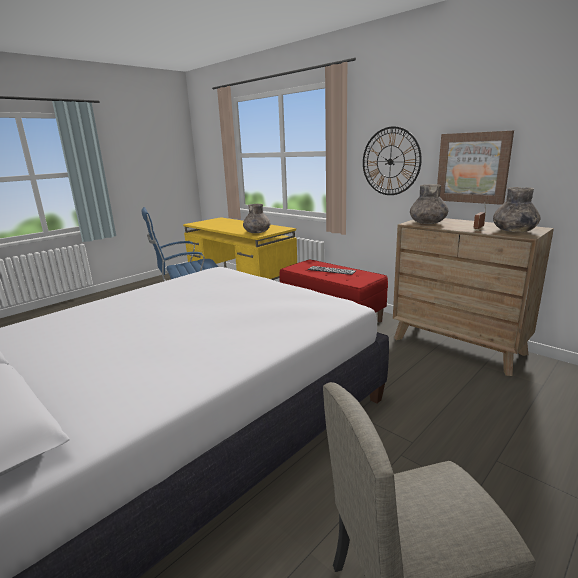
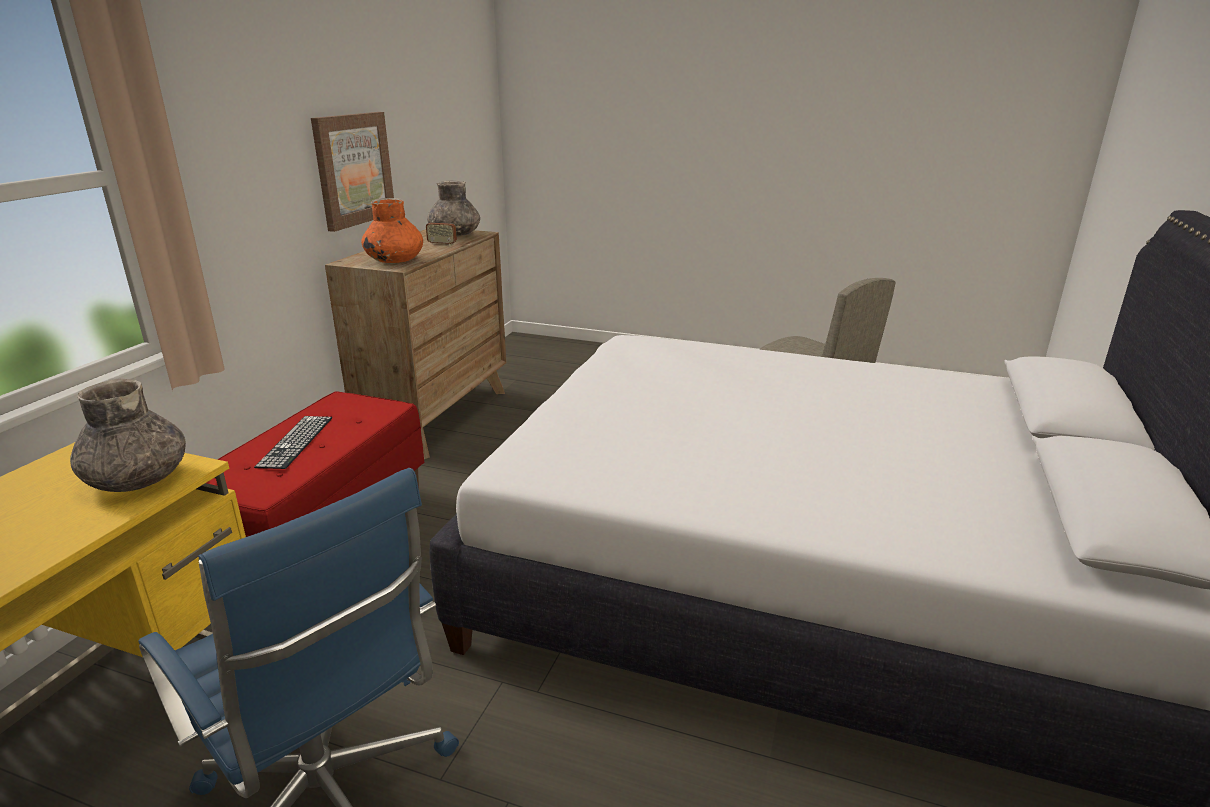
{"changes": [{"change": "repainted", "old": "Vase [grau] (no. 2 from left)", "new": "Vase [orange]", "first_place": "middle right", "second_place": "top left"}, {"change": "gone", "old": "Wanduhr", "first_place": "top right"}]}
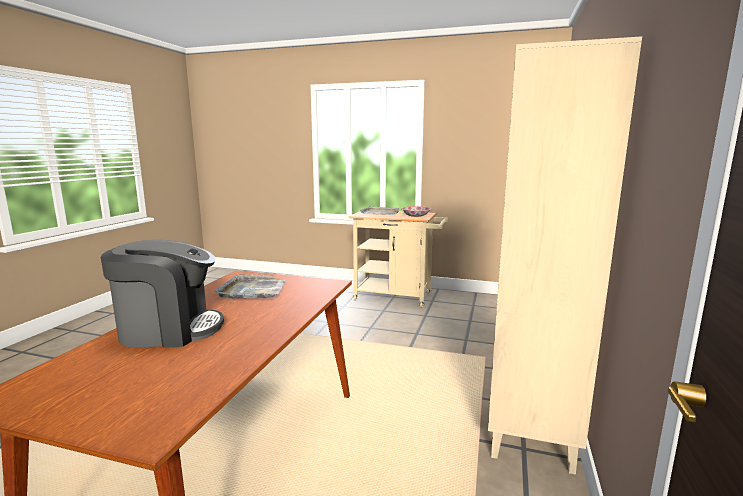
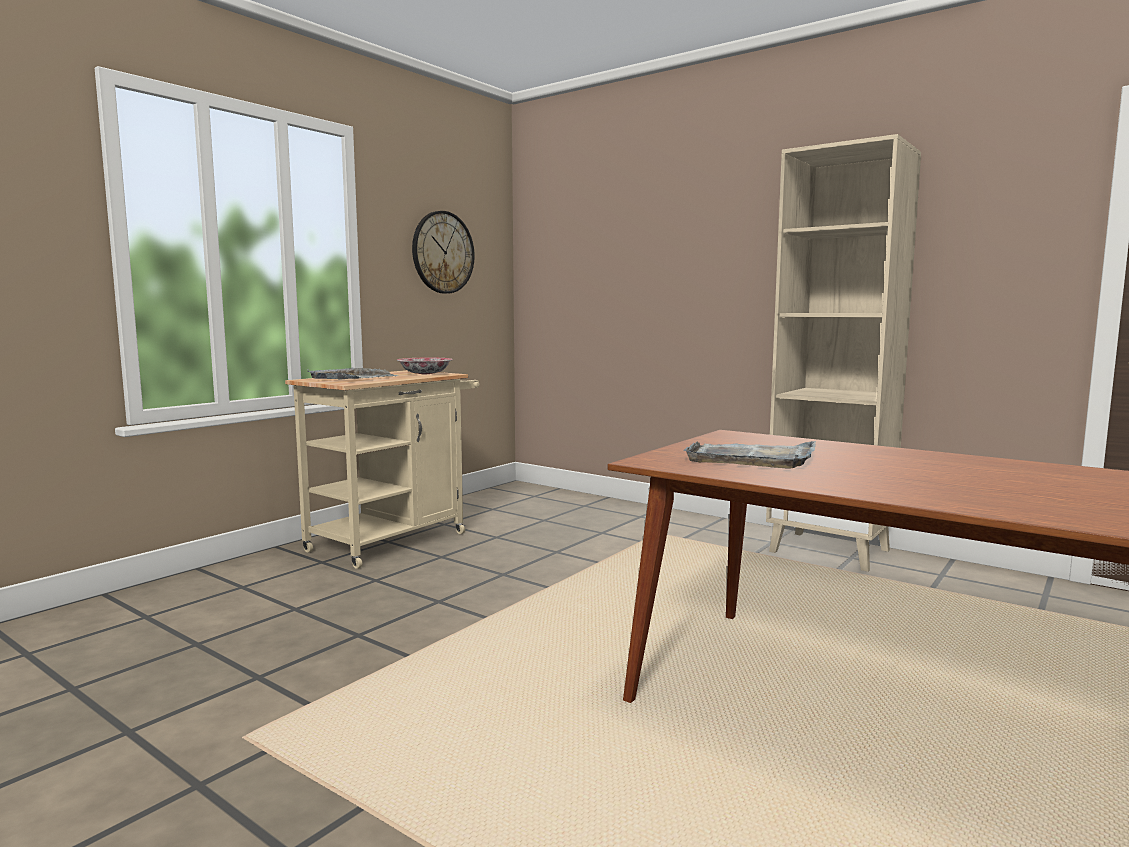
{"changes": [{"change": "new", "new": "Wanduhr", "second_place": "top centre"}, {"change": "gone", "old": "Kaffeemaschine", "first_place": "middle left"}]}
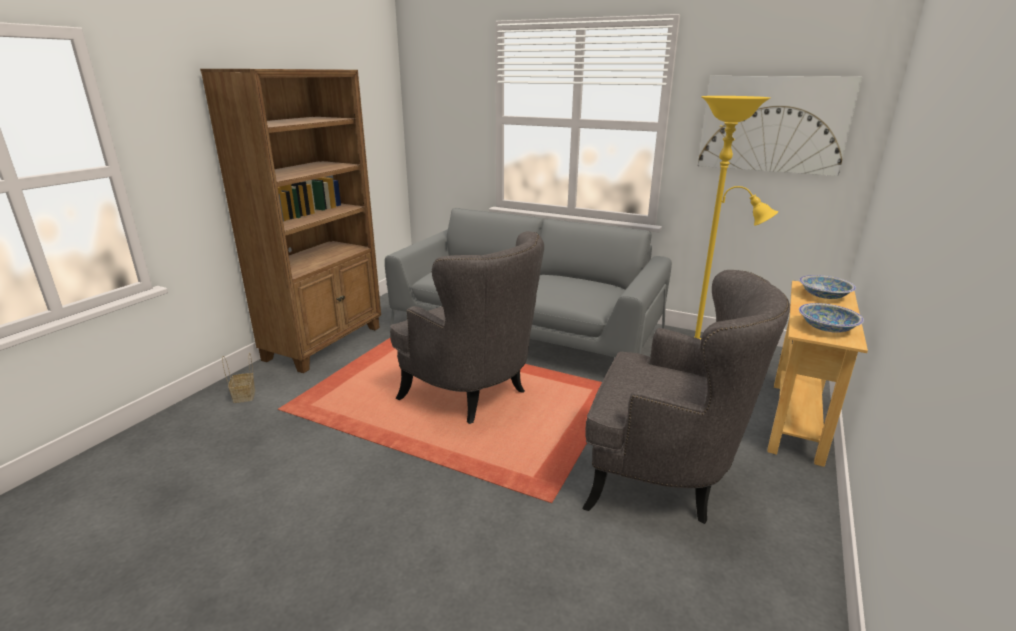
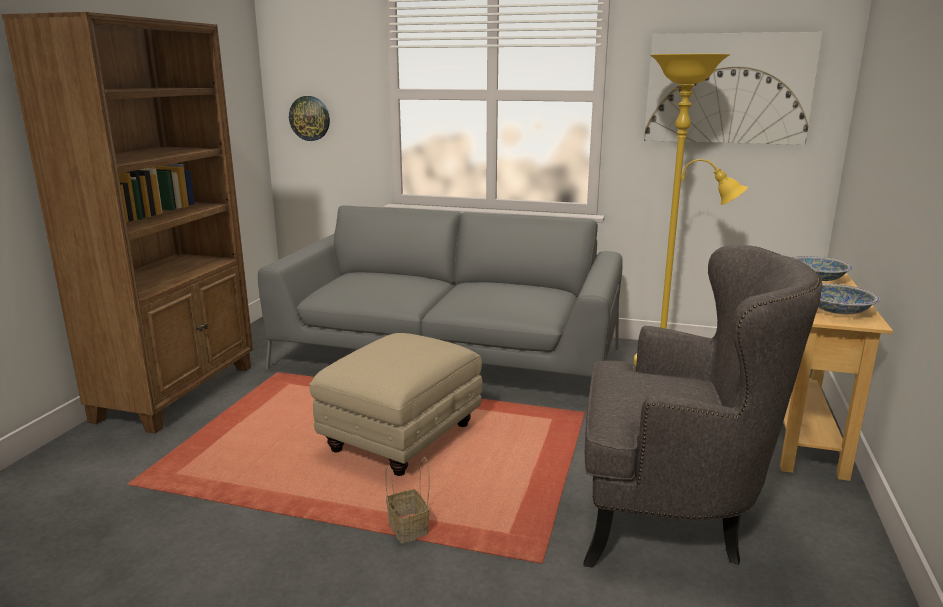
{"changes": [{"change": "new", "new": "Wanduhr", "second_place": "top left"}, {"change": "swapped", "old": "Sessel [grau] (no. 1 from left)", "new": "Polsterhocker [beige]", "first_place": "centre", "second_place": "centre"}, {"change": "shifted", "old": "Korb", "first_place": "middle left", "second_place": "bottom centre"}]}
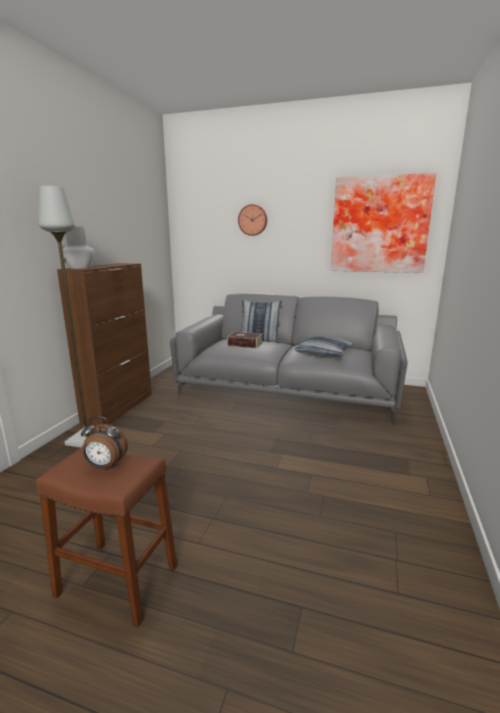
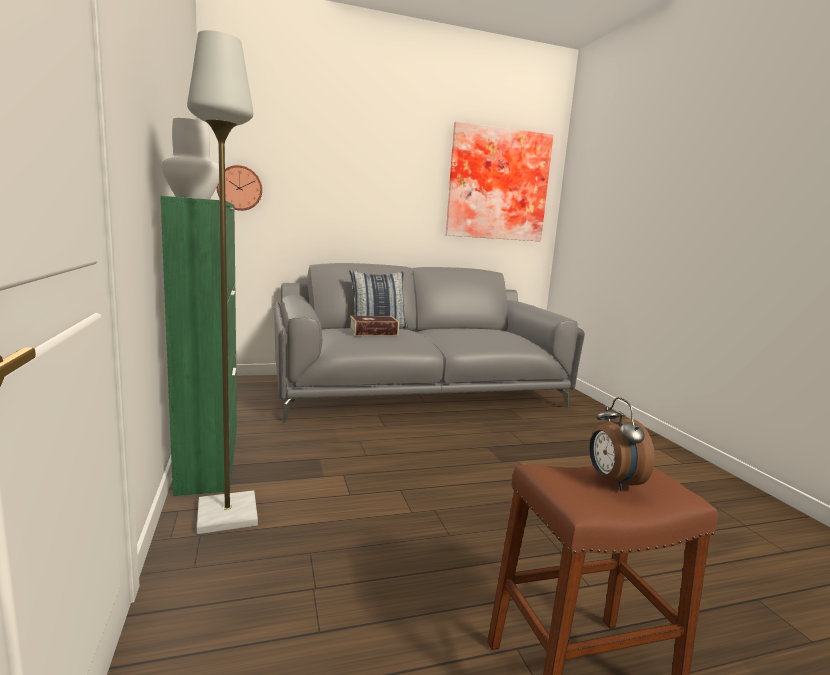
{"changes": [{"change": "repainted", "old": "Schrank [braun]", "new": "Schrank [grün]", "first_place": "middle left", "second_place": "middle left"}, {"change": "shifted", "old": "Wanduhr", "first_place": "top centre", "second_place": "top left"}, {"change": "rotated", "old": "Wecker", "first_place": "middle left", "second_place": "middle right", "degrees": 105}, {"change": "gone", "old": "Kissen (no. 2 from left)", "first_place": "centre"}]}
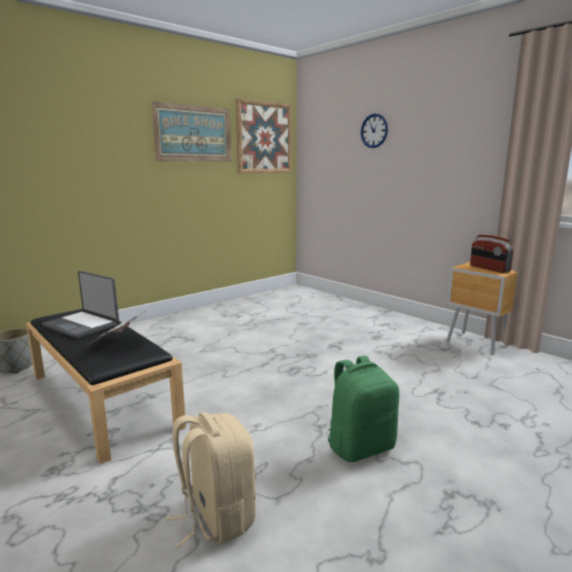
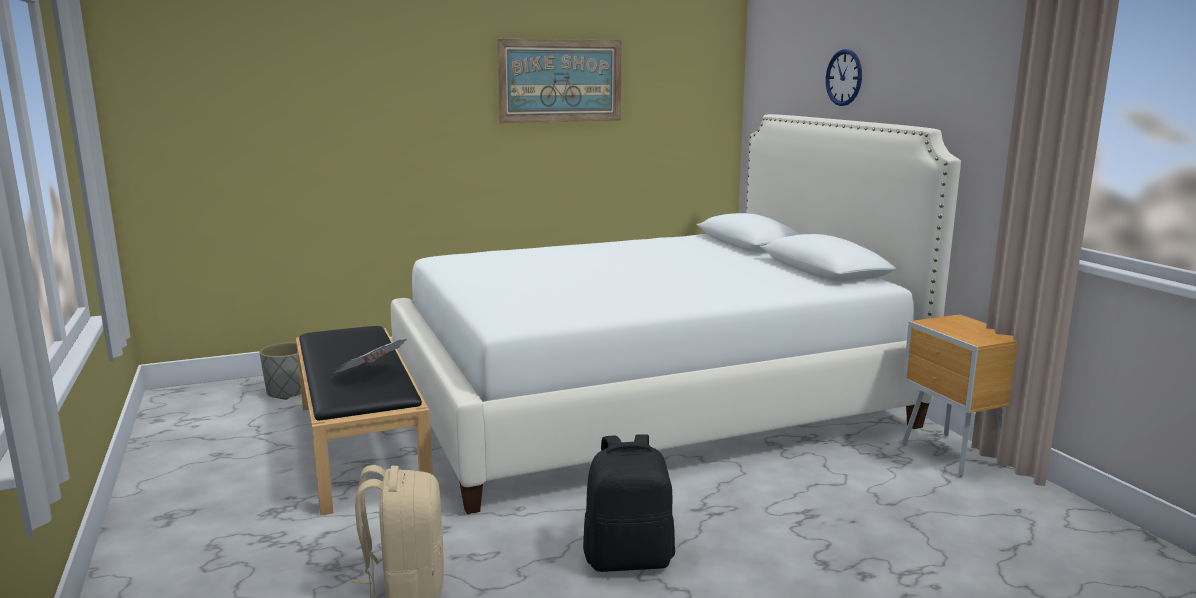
{"changes": [{"change": "new", "new": "Bett [weiß]", "second_place": "centre"}, {"change": "repainted", "old": "Rucksack [grün]", "new": "Rucksack [schwarz]", "first_place": "bottom centre", "second_place": "bottom centre"}, {"change": "gone", "old": "Laptop", "first_place": "middle left"}, {"change": "gone", "old": "Bild (no. 2 from left)", "first_place": "top centre"}, {"change": "gone", "old": "Radio", "first_place": "middle right"}]}
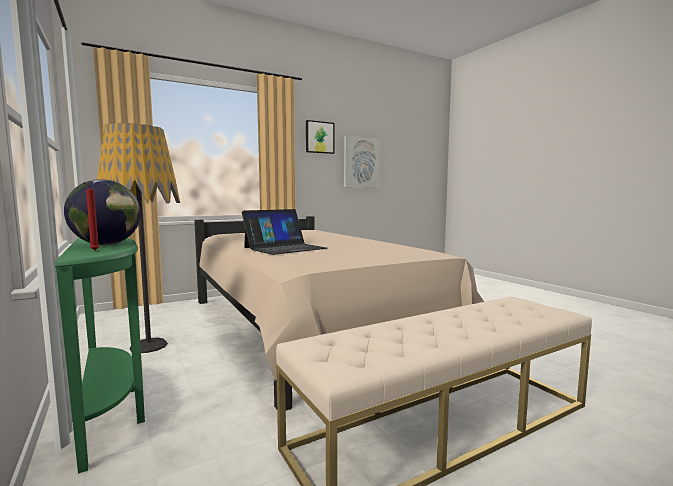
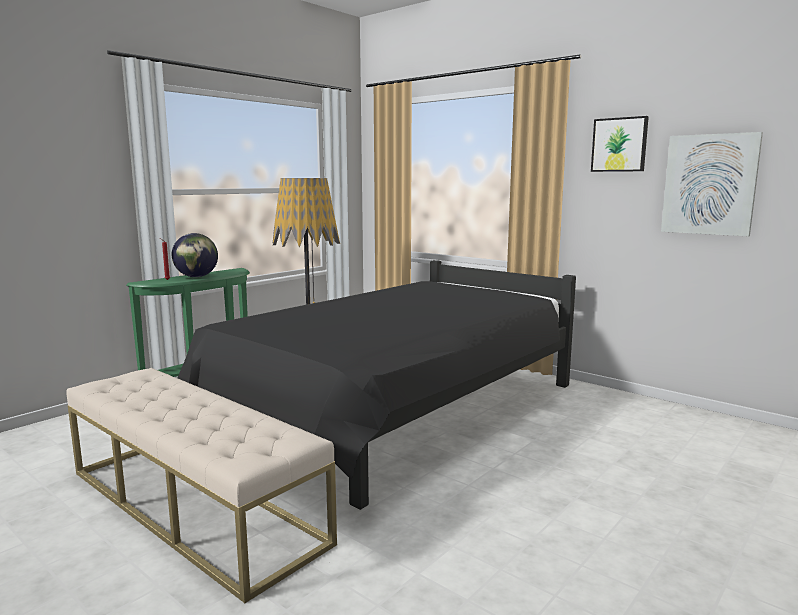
{"changes": [{"change": "repainted", "old": "Bett [beige]", "new": "Bett [schwarz]", "first_place": "centre", "second_place": "centre"}, {"change": "gone", "old": "Laptop", "first_place": "centre"}]}
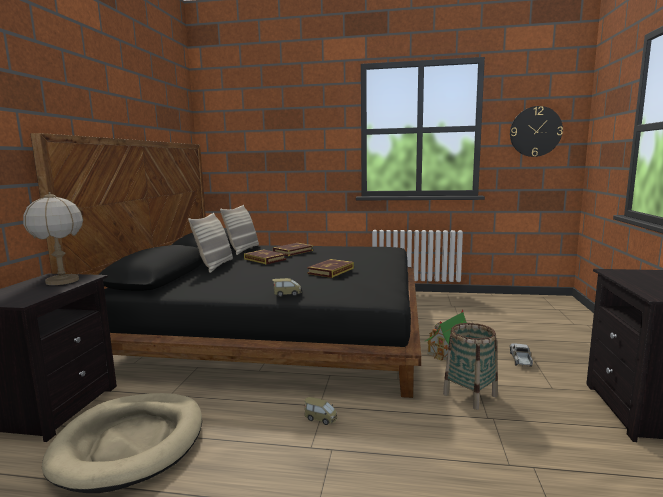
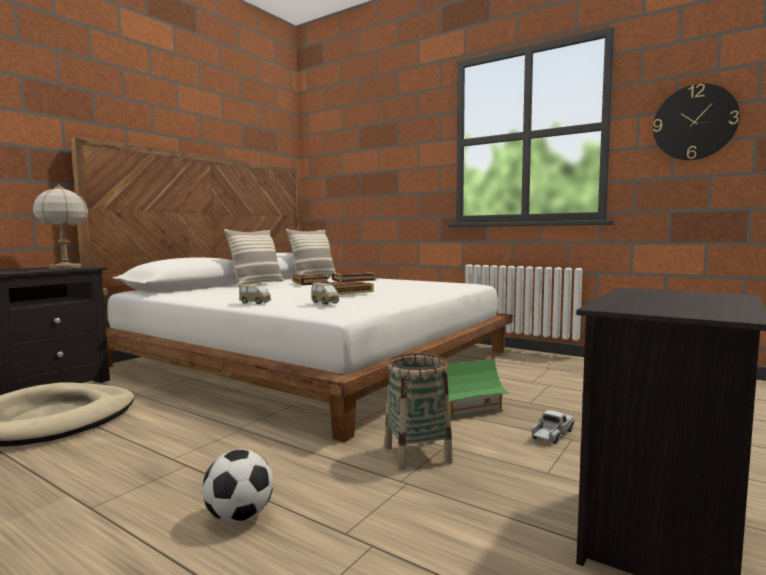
{"changes": [{"change": "repainted", "old": "Bett [schwarz]", "new": "Bett [weiß]", "first_place": "centre", "second_place": "centre"}, {"change": "new", "new": "Fußball", "second_place": "bottom left"}, {"change": "shifted", "old": "Spielzeugauto (no. 2 from left)", "first_place": "bottom centre", "second_place": "centre"}]}
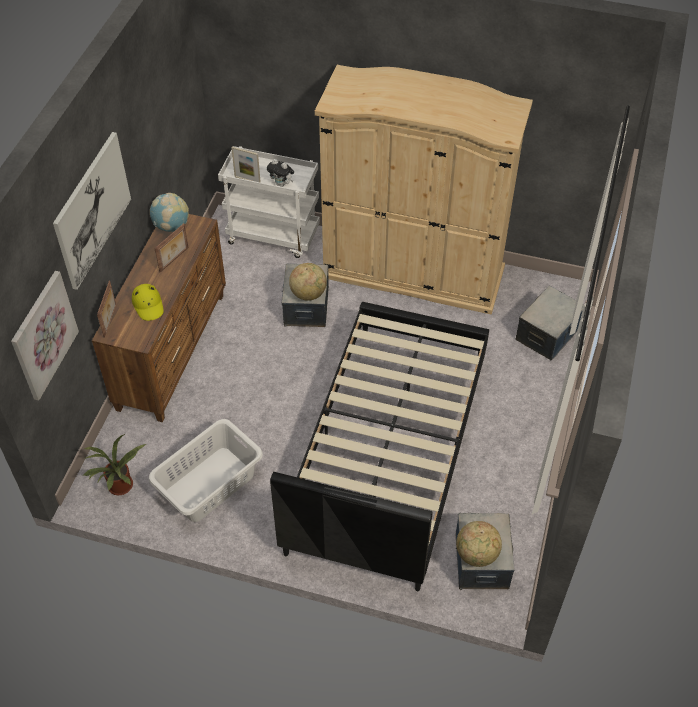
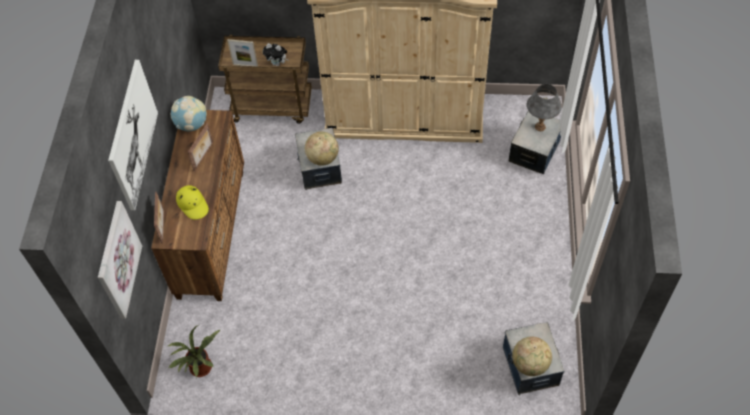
{"changes": [{"change": "repainted", "old": "Rollwagen [weiß]", "new": "Rollwagen [braun]", "first_place": "top centre", "second_place": "top centre"}, {"change": "new", "new": "Tischlampe [grau]", "second_place": "top right"}, {"change": "gone", "old": "Wäschekorb [weiß]", "first_place": "middle left"}, {"change": "gone", "old": "Bett [schwarz]", "first_place": "centre"}]}
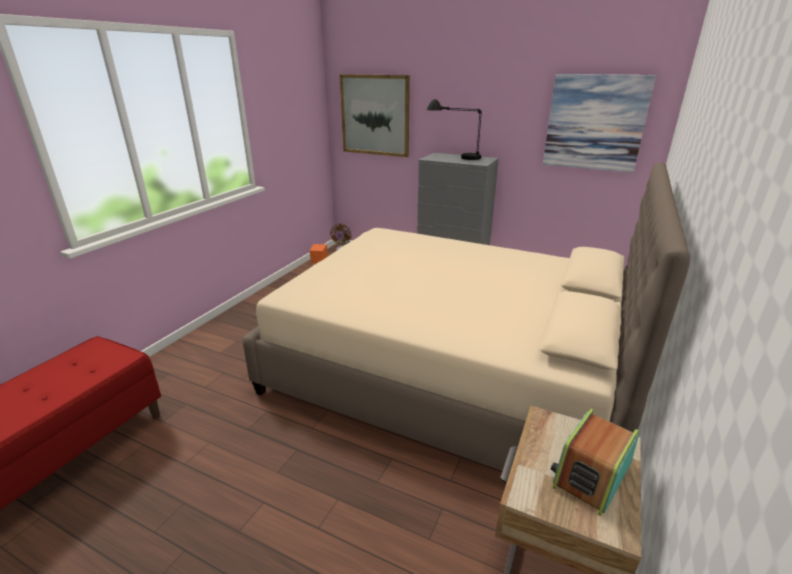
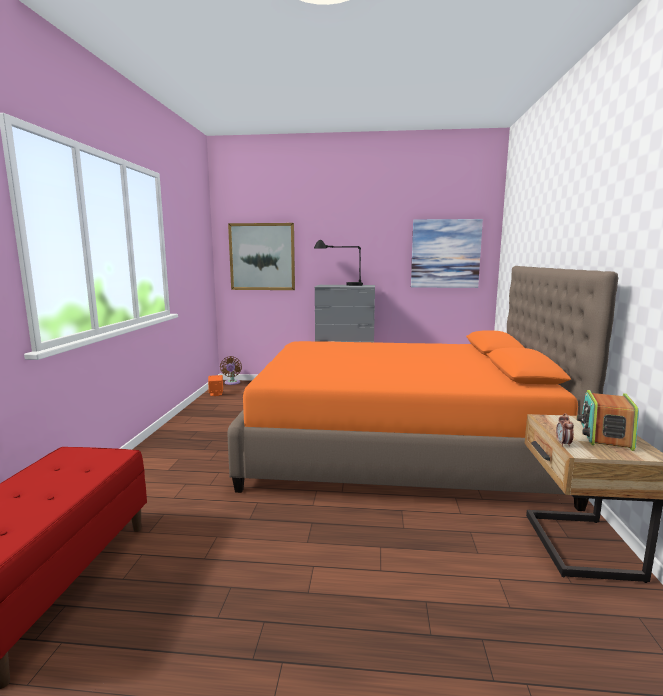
{"changes": [{"change": "repainted", "old": "Bett [beige]", "new": "Bett [orange]", "first_place": "centre", "second_place": "centre"}, {"change": "new", "new": "Wecker", "second_place": "middle right"}]}
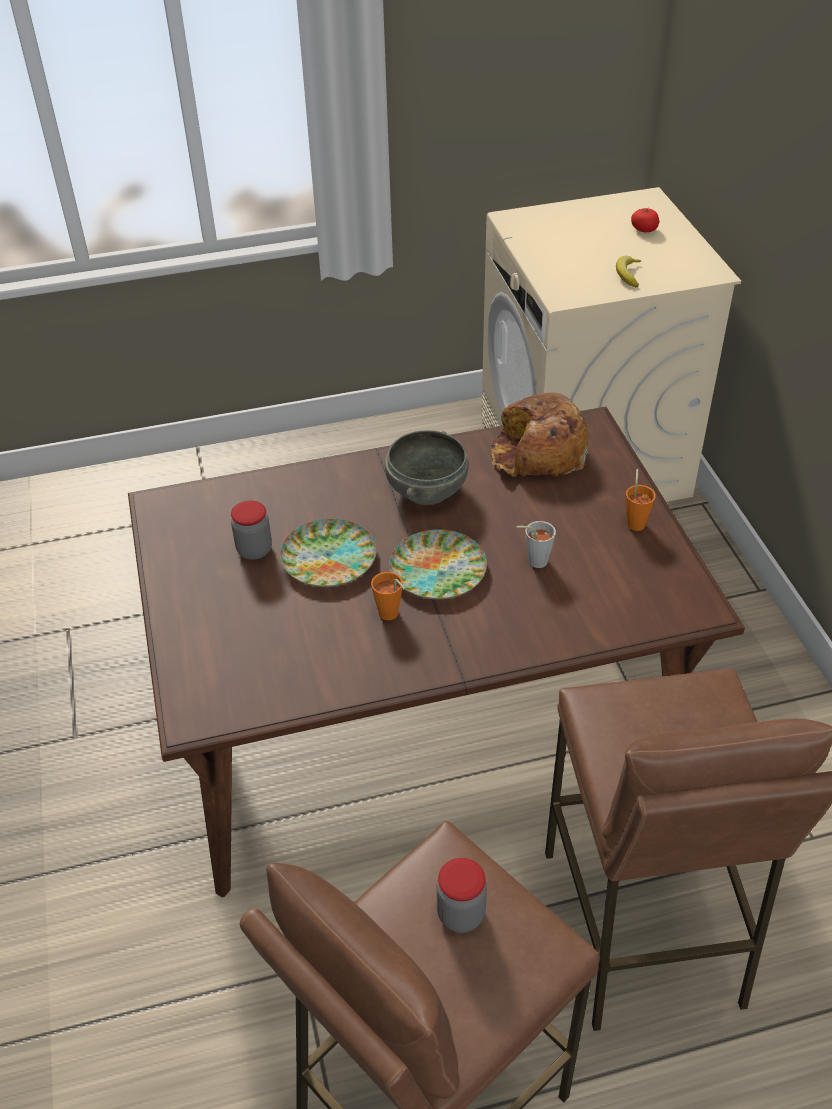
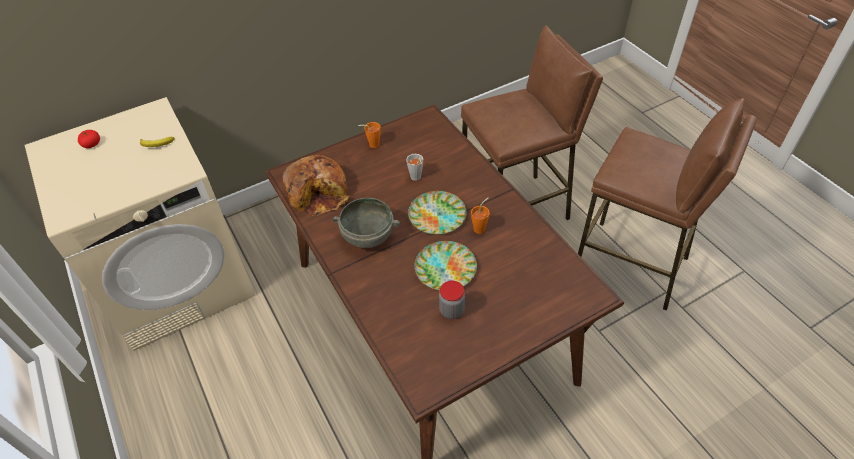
{"changes": [{"change": "gone", "old": "Vorratsglas (no. 2 from left)", "first_place": "bottom centre"}]}
